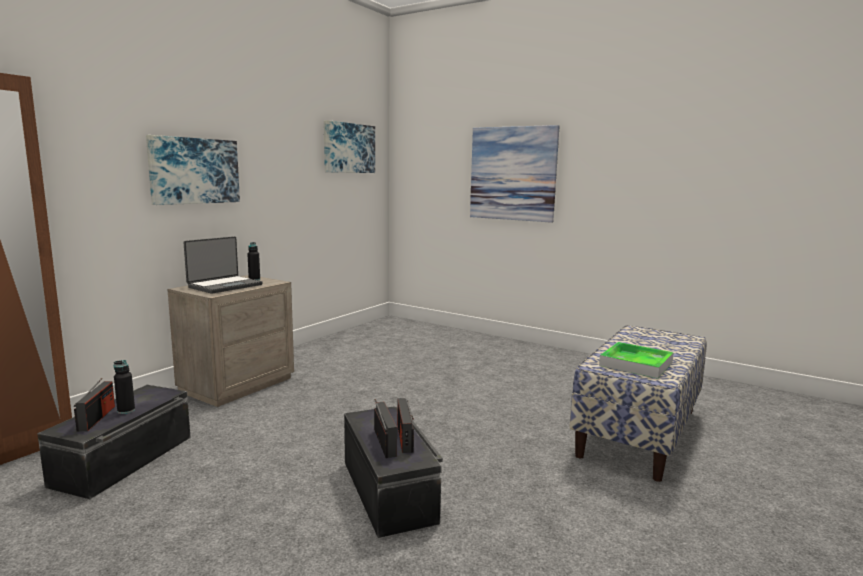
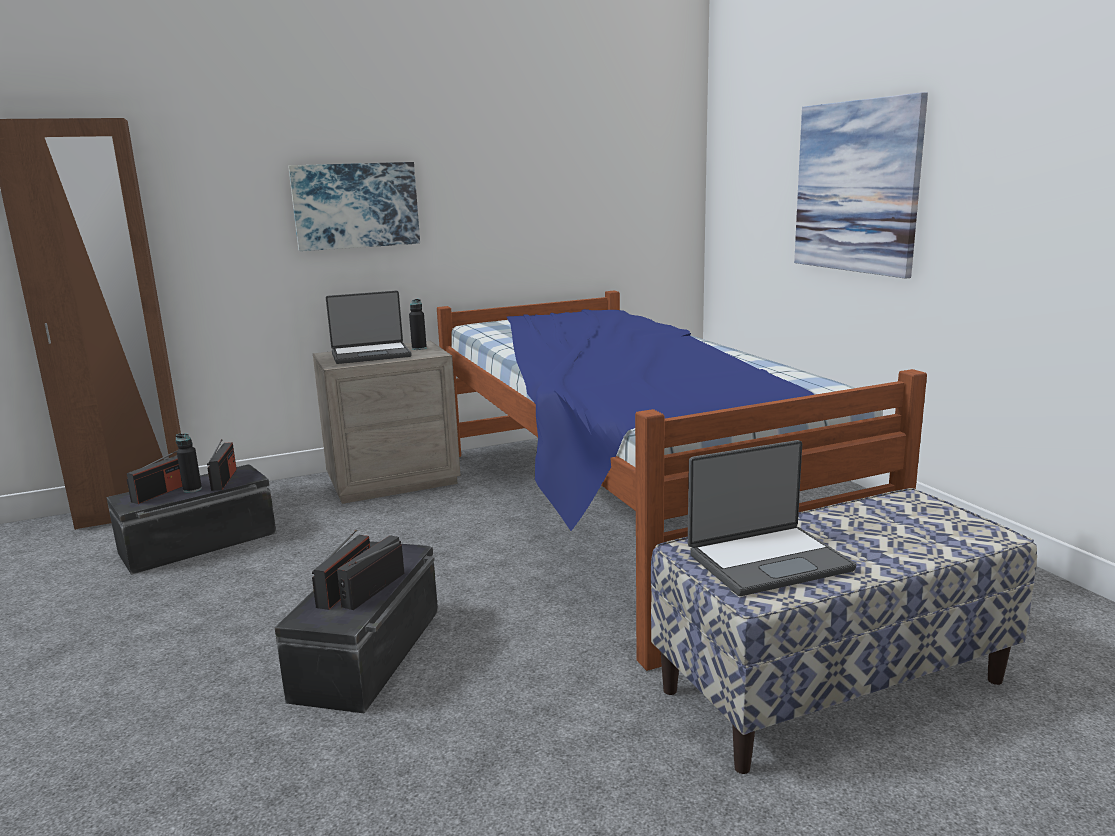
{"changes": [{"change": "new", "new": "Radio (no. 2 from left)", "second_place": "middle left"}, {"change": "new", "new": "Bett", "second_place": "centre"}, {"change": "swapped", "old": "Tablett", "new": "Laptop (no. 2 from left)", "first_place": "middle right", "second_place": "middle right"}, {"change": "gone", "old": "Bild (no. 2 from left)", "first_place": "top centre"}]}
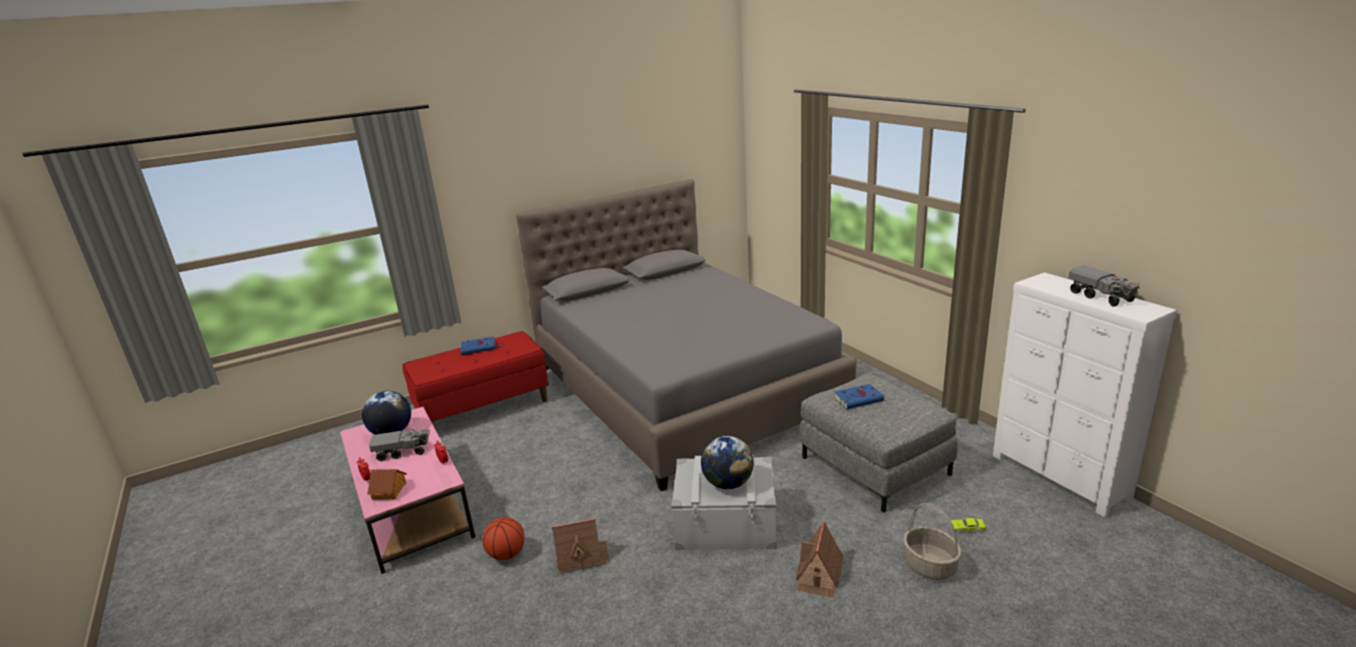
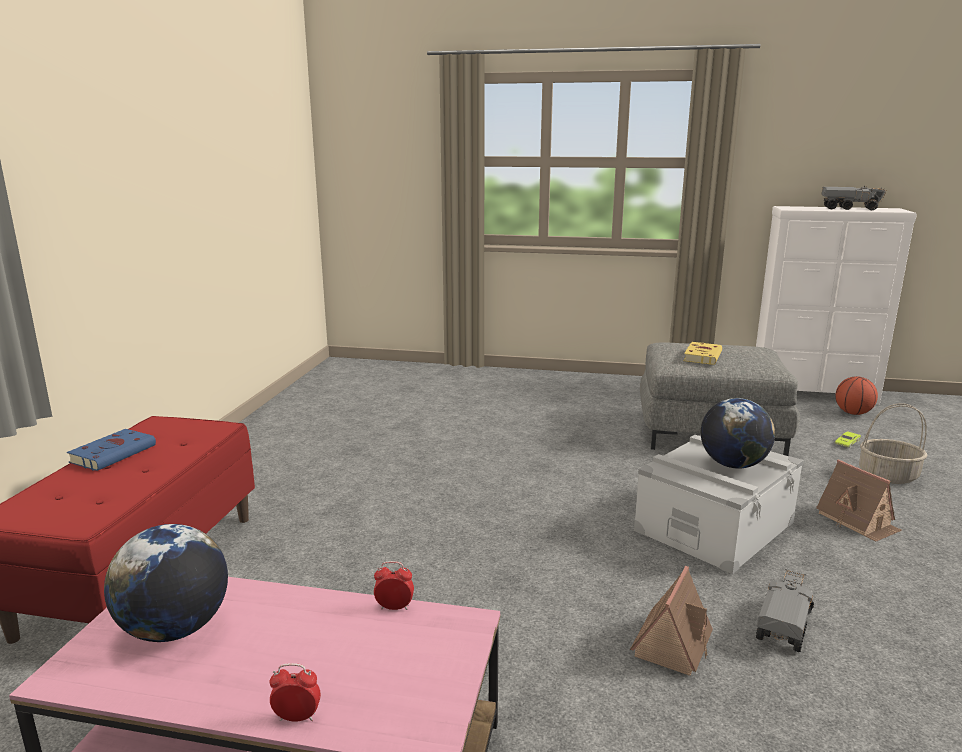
{"changes": [{"change": "repainted", "old": "Buch [blau] (no. 2 from left)", "new": "Buch [gelb]", "first_place": "centre", "second_place": "middle right"}, {"change": "shifted", "old": "Spielzeuglaster (no. 1 from left)", "first_place": "bottom left", "second_place": "bottom right"}, {"change": "shifted", "old": "Basketball", "first_place": "bottom centre", "second_place": "middle right"}, {"change": "gone", "old": "Spielzeughaus (no. 1 from left)", "first_place": "bottom left"}, {"change": "gone", "old": "Bett [grau]", "first_place": "centre"}]}
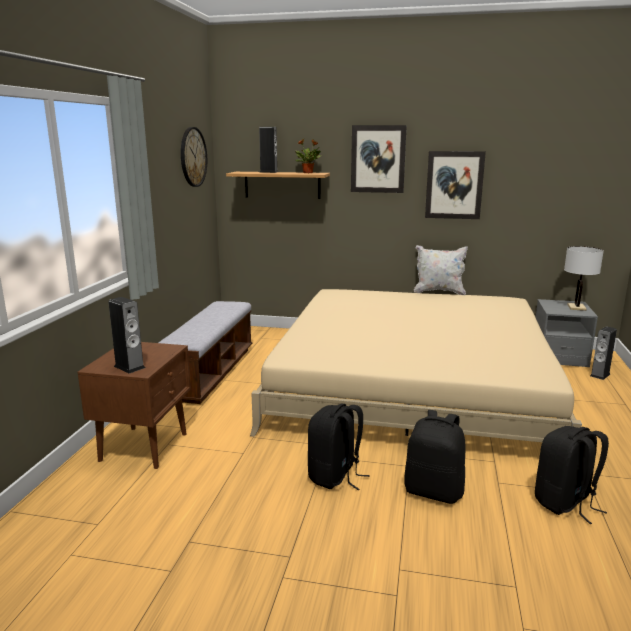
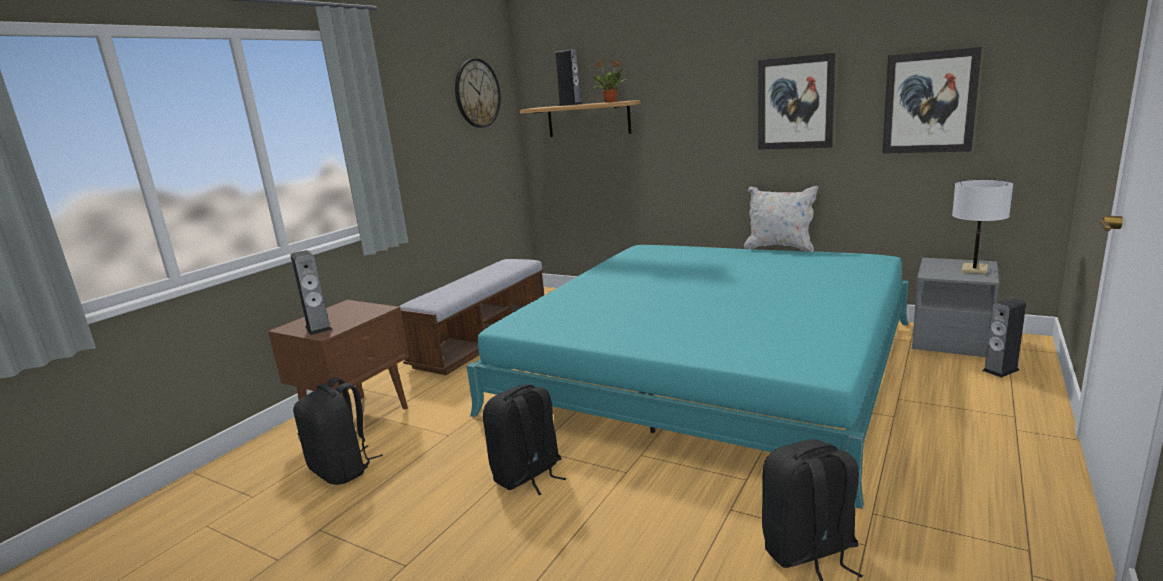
{"changes": [{"change": "shifted", "old": "Rucksack [schwarz] (no. 2 from left in the first image)", "new": "Rucksack [schwarz] (no. 1 from left)", "first_place": "bottom right", "second_place": "bottom left"}, {"change": "repainted", "old": "Bett [beige]", "new": "Bett [türkis]", "first_place": "centre", "second_place": "centre"}, {"change": "shifted", "old": "Bild (no. 1 from left in the first image)", "new": "Bild (no. 2 from left)", "first_place": "top centre", "second_place": "top right"}]}
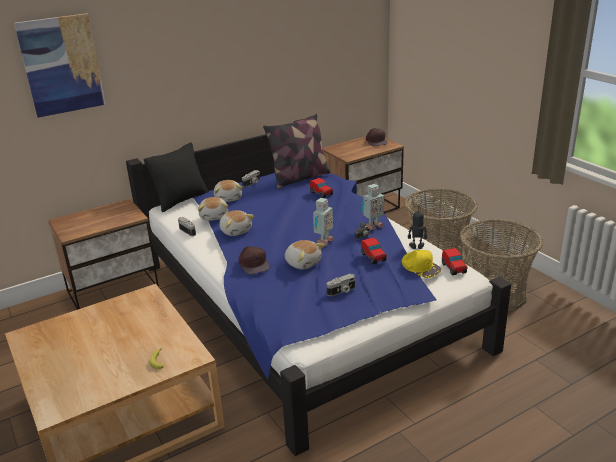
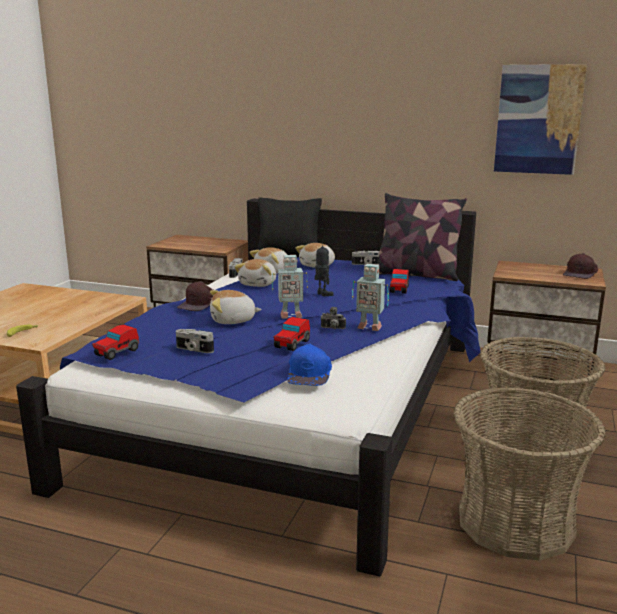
{"changes": [{"change": "shifted", "old": "Spielzeugauto (no. 3 from left in the first image)", "new": "Spielzeugauto (no. 1 from left)", "first_place": "middle right", "second_place": "middle left"}, {"change": "rotated", "old": "Plüschtier (no. 4 from left in the first image)", "first_place": "centre", "second_place": "centre", "degrees": 75}, {"change": "repainted", "old": "Kappe [gelb]", "new": "Kappe [blau]", "first_place": "middle right", "second_place": "centre"}, {"change": "shifted", "old": "Spielzeugroboter (no. 3 from left in the first image)", "new": "Spielzeugroboter (no. 2 from left)", "first_place": "middle right", "second_place": "centre"}, {"change": "shifted", "old": "Bild", "first_place": "top left", "second_place": "top right"}]}
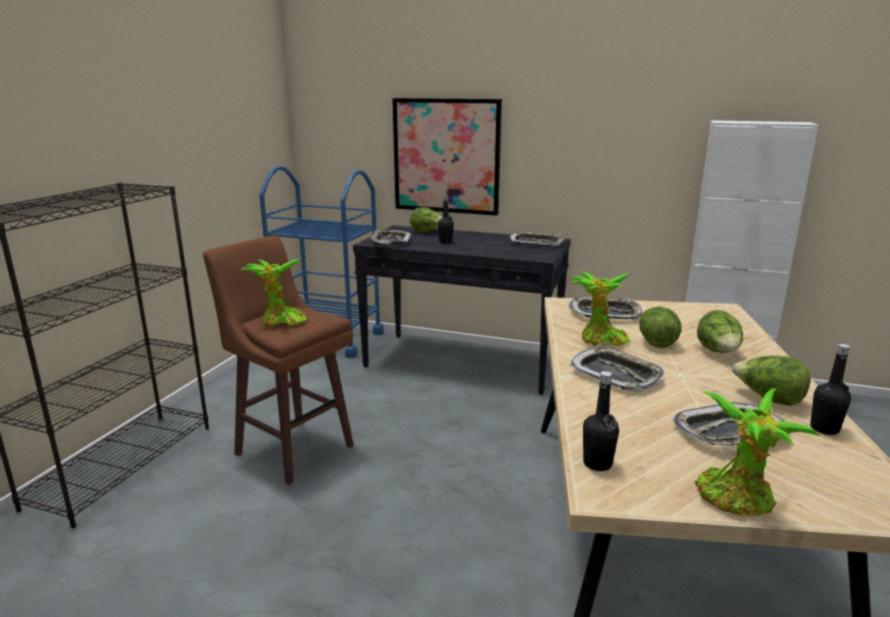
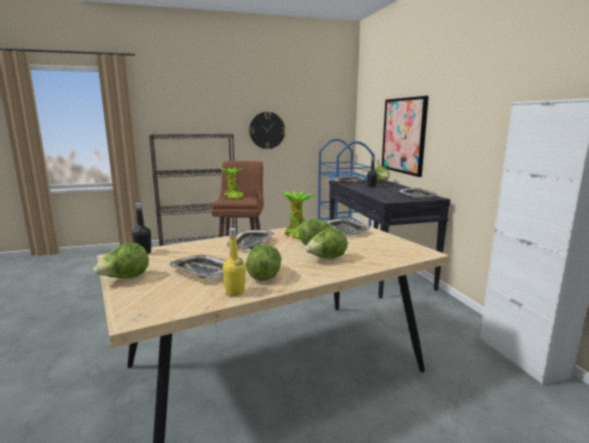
{"changes": [{"change": "swapped", "old": "Topfpflanze (no. 3 from left)", "new": "Salatkopf (no. 1 from left)", "first_place": "bottom right", "second_place": "middle left"}, {"change": "repainted", "old": "Flasche [schwarz] (no. 3 from left)", "new": "Flasche [gelb]", "first_place": "middle right", "second_place": "centre"}, {"change": "new", "new": "Wanduhr", "second_place": "top centre"}]}
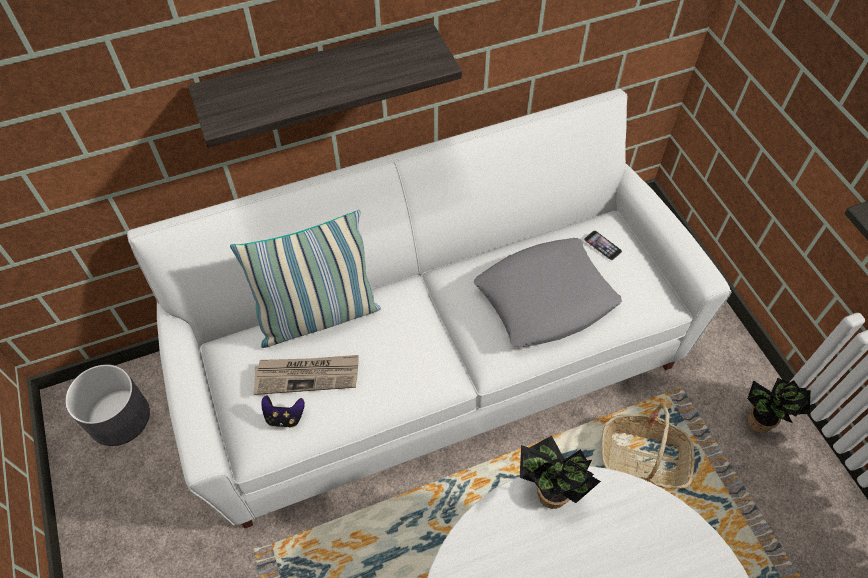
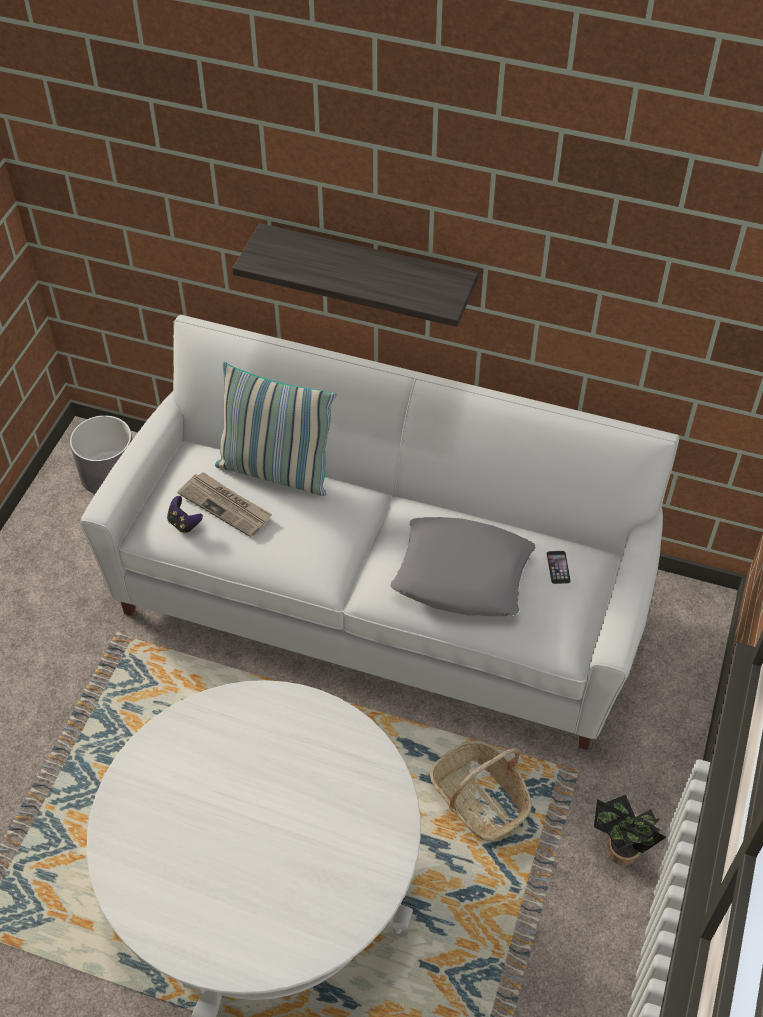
{"changes": [{"change": "gone", "old": "Topfpflanze (no. 1 from left)", "first_place": "bottom centre"}]}
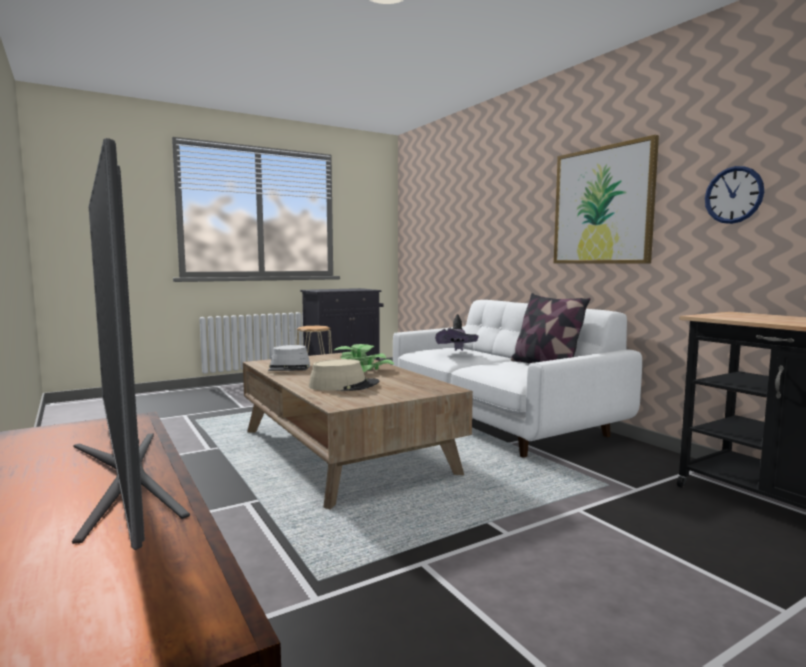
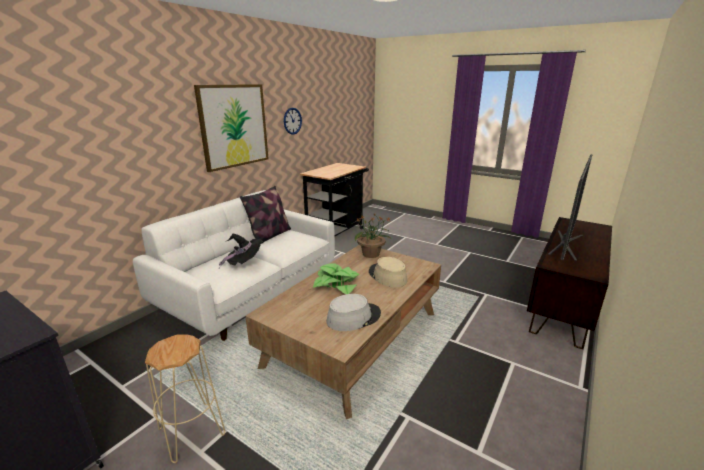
{"changes": [{"change": "new", "new": "Topfpflanze (no. 2 from left)", "second_place": "centre"}]}
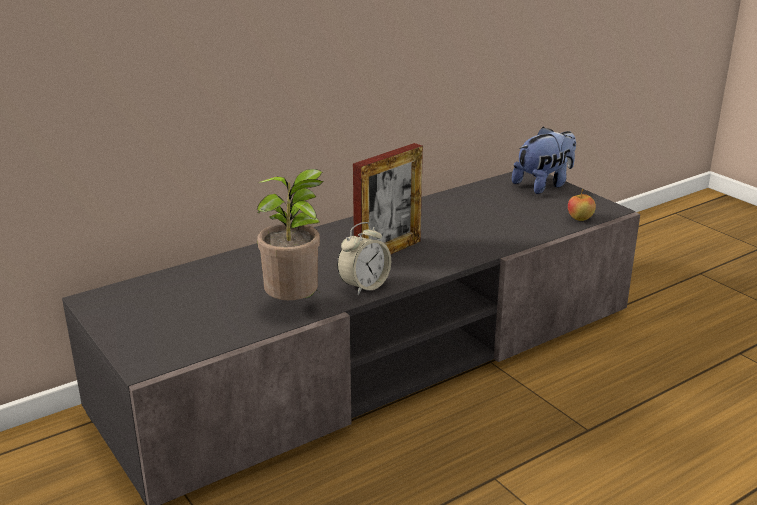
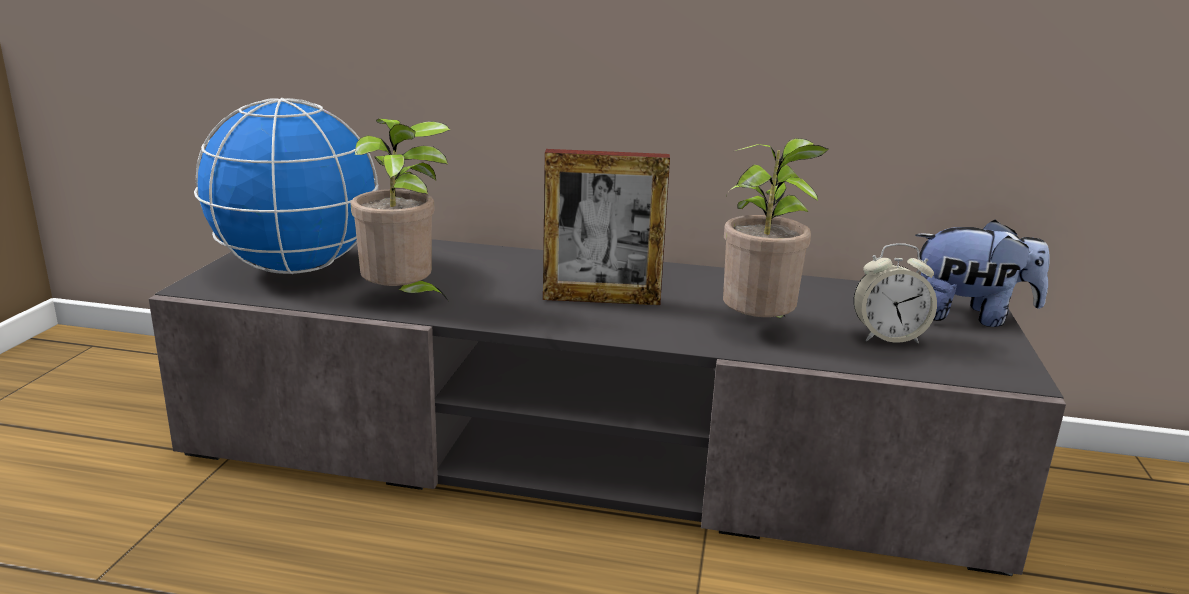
{"changes": [{"change": "new", "new": "Globus", "second_place": "top left"}, {"change": "new", "new": "Topfpflanze (no. 2 from left)", "second_place": "centre"}, {"change": "shifted", "old": "Wecker", "first_place": "centre", "second_place": "middle right"}, {"change": "gone", "old": "Apfel", "first_place": "middle right"}]}
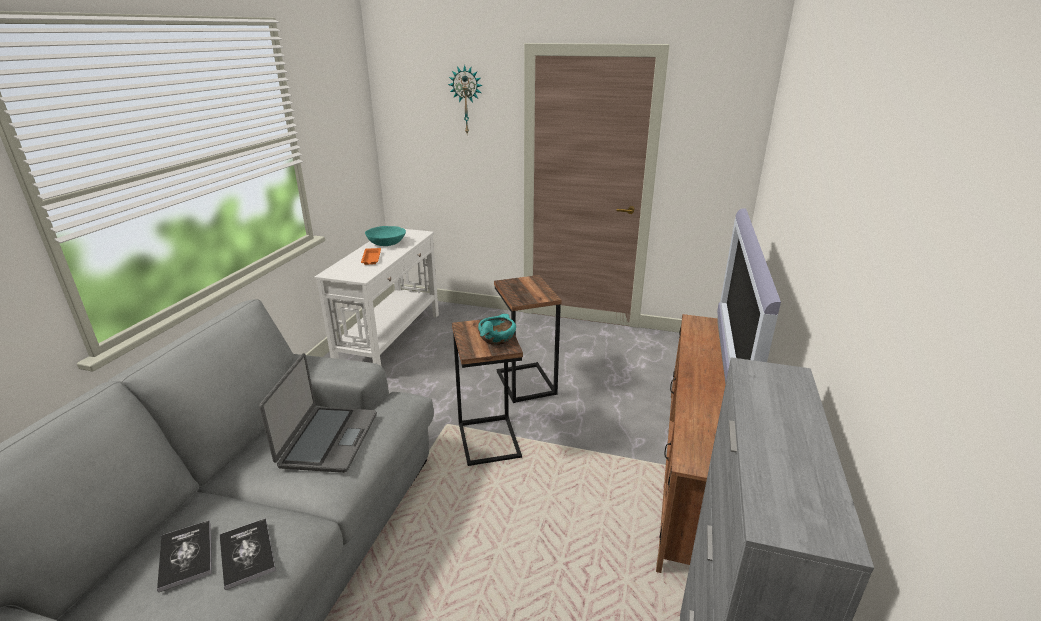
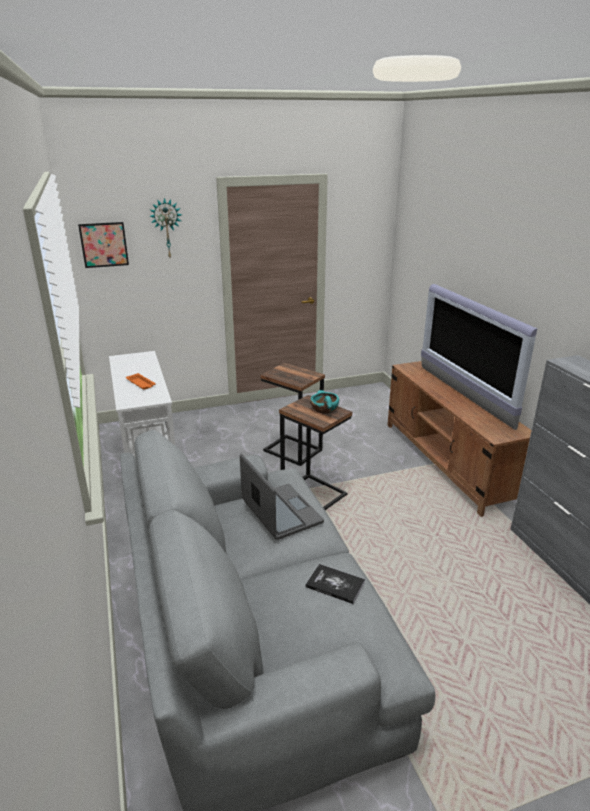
{"changes": [{"change": "new", "new": "Bild", "second_place": "top left"}, {"change": "gone", "old": "Buch (no. 1 from left)", "first_place": "bottom left"}, {"change": "gone", "old": "Schüssel [türkis] (no. 1 from left)", "first_place": "centre"}]}
